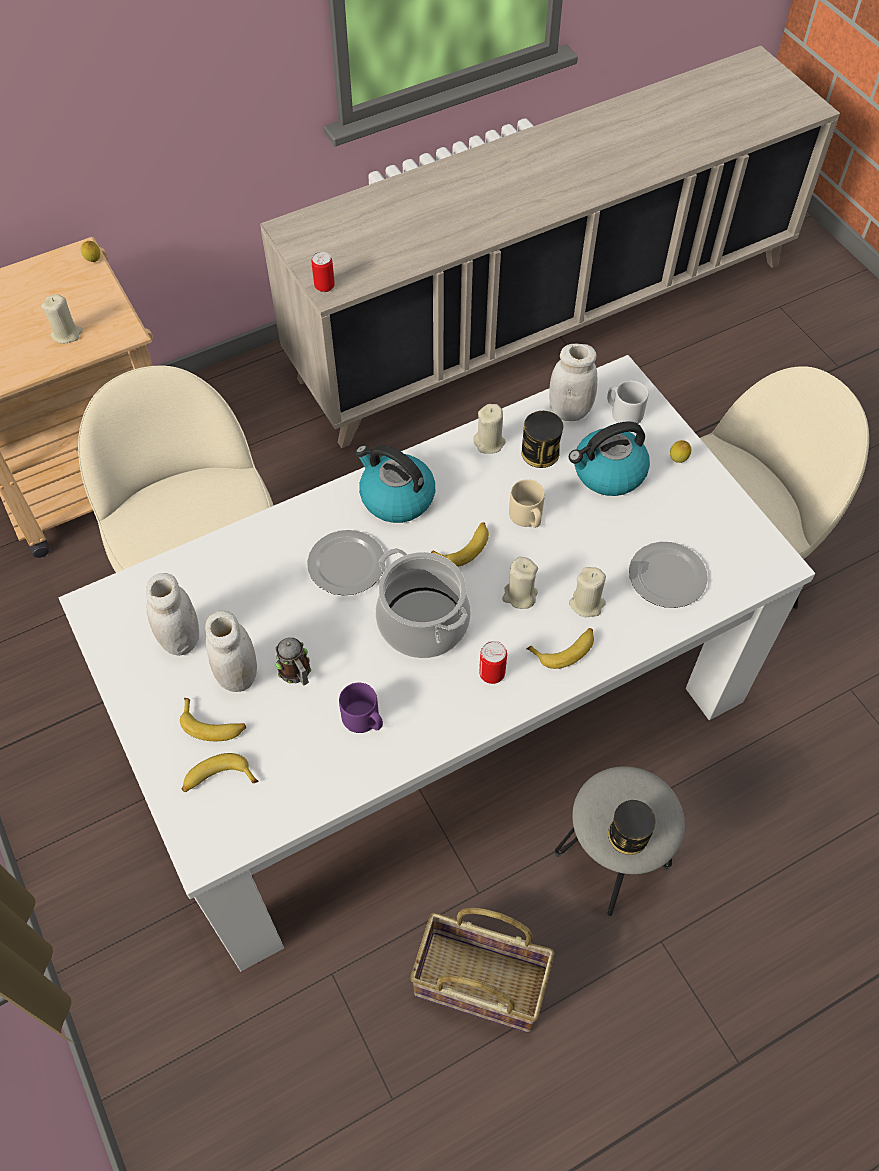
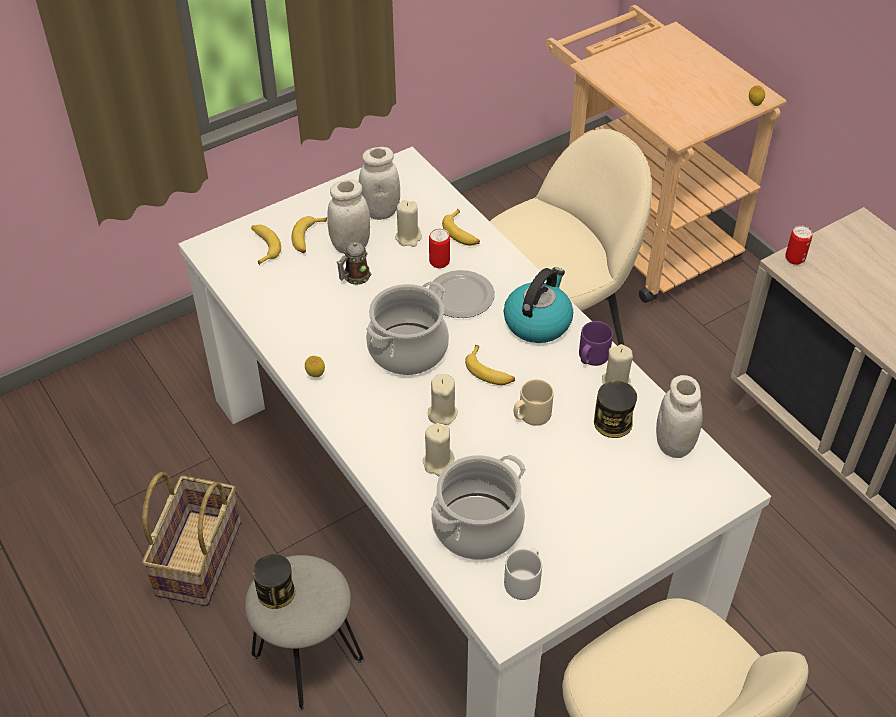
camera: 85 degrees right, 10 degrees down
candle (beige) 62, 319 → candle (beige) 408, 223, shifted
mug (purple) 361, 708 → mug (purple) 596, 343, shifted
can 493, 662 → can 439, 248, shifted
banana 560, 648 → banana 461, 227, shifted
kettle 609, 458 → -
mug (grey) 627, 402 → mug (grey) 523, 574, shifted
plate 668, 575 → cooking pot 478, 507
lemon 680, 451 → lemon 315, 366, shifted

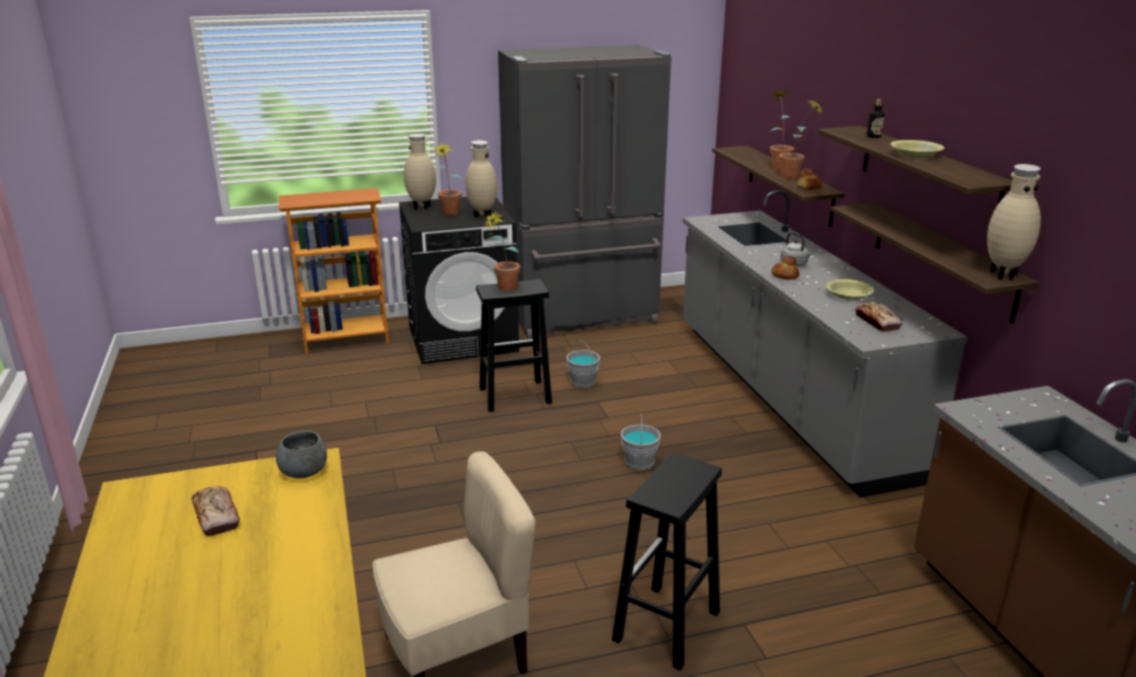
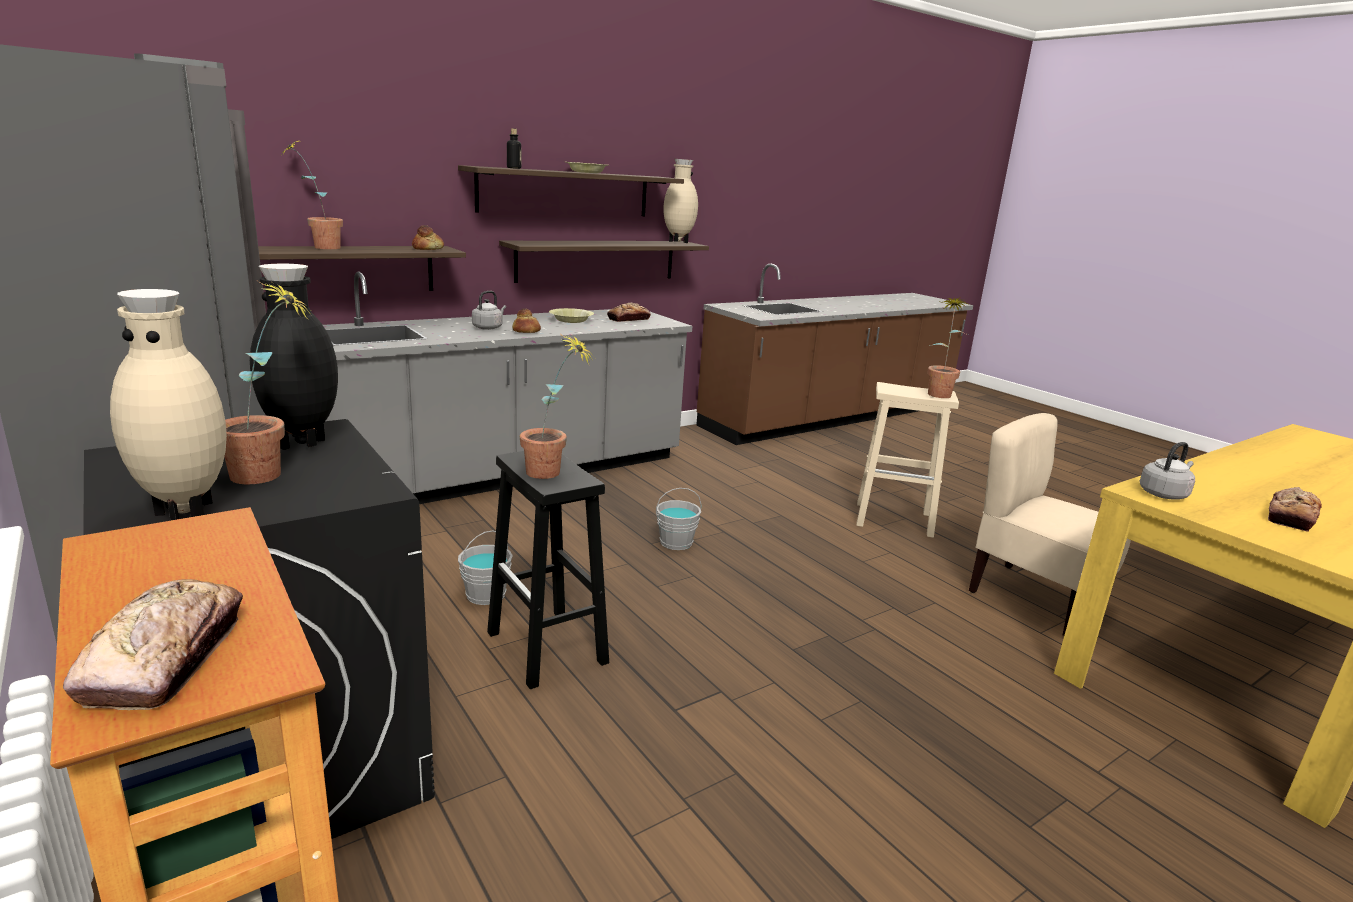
camera: 110 degrees left, 5 degrees down
bowl (grey) 301, 454 → kettle (grey) 1167, 471
vase (beige) 481, 179 → vase (black) 294, 357
stool (black) 667, 561 → stool (beige) 908, 460
potted plant 801, 139 → potted plant 948, 348, shifted
- → bread 153, 644

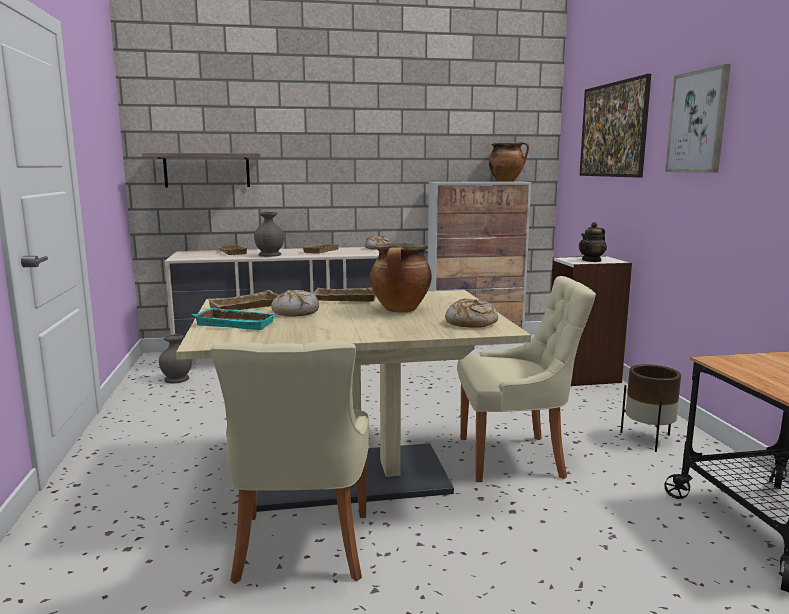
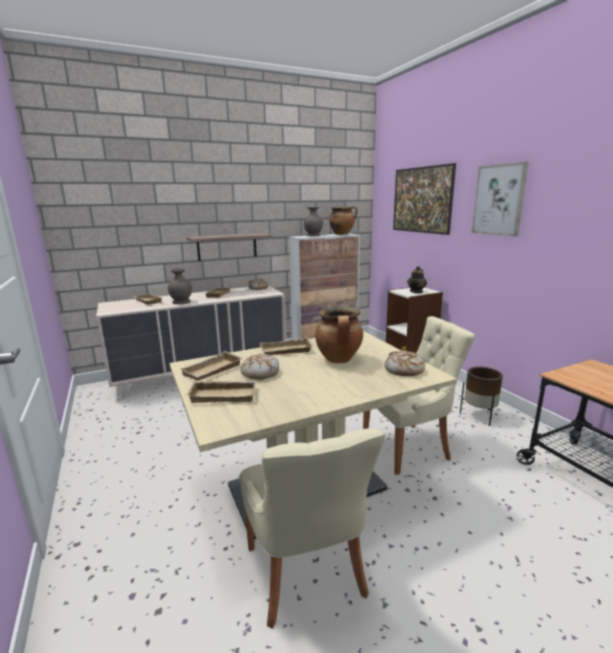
camera: 15 degrees left, 5 degrees up
shelf 201, 170 → shelf 230, 247, shifted
vase (grey) 175, 358 → vase (grey) 313, 221, shifted
tray (turquoise) 234, 319 → tray (beige) 221, 392

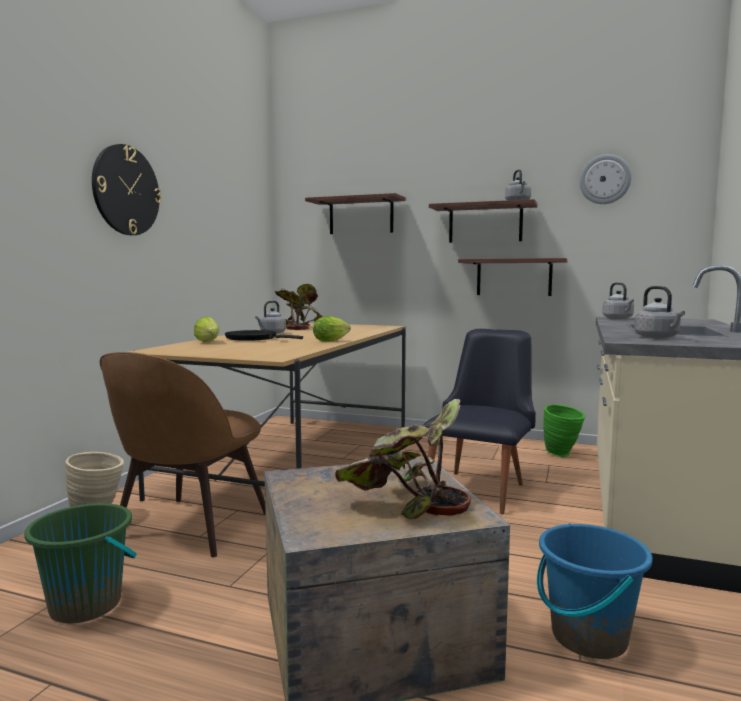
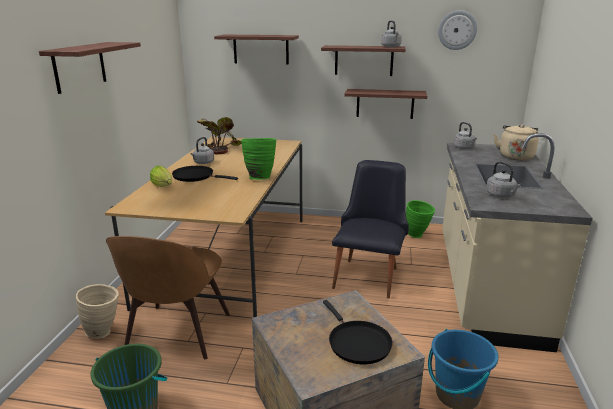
camera: 10 degrees left, 15 degrees up
wall clock 127, 189 → shelf 90, 68
lettuce 332, 329 → vase (green) 258, 159
potted plant 403, 459 → frying pan (black) 358, 332
- → kettle (beige) 516, 142

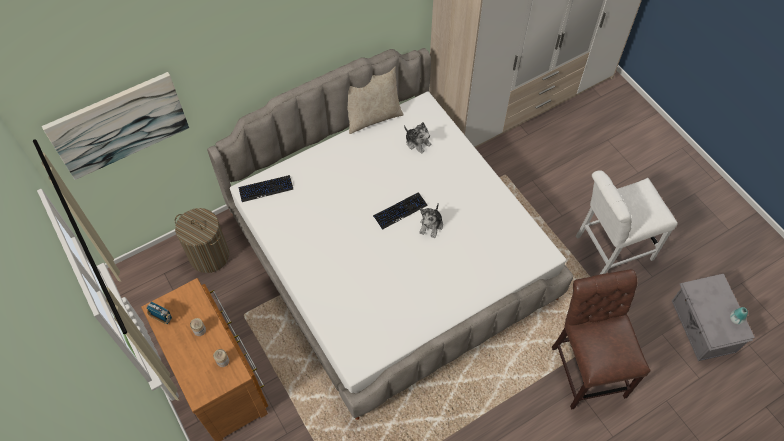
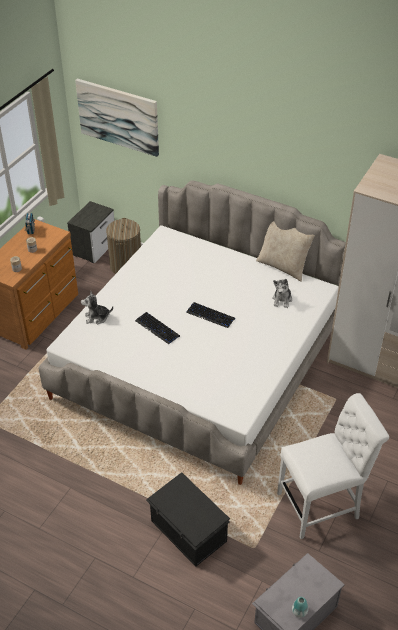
camera: 60 degrees right, 15 degrees down
keyboard 266, 188 → keyboard 157, 328, shifted
plush toy 431, 221 → plush toy 97, 308, shifted
chair (brown) 601, 339 → storage box (black) 188, 519
chair (white) 627, 222 → chair (white) 333, 466, 120 degrees clockwise
- → nightstand 90, 232

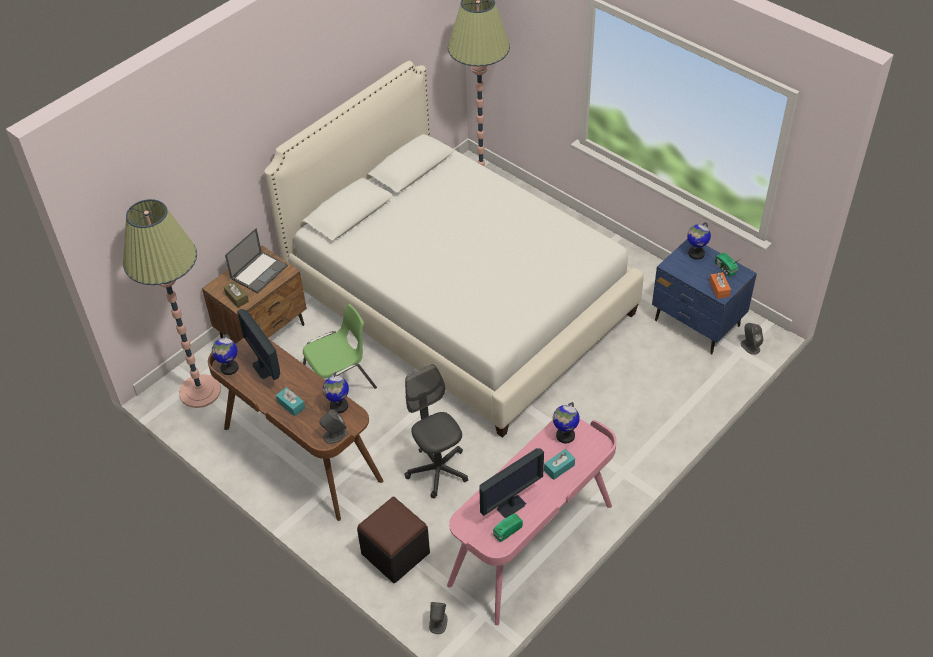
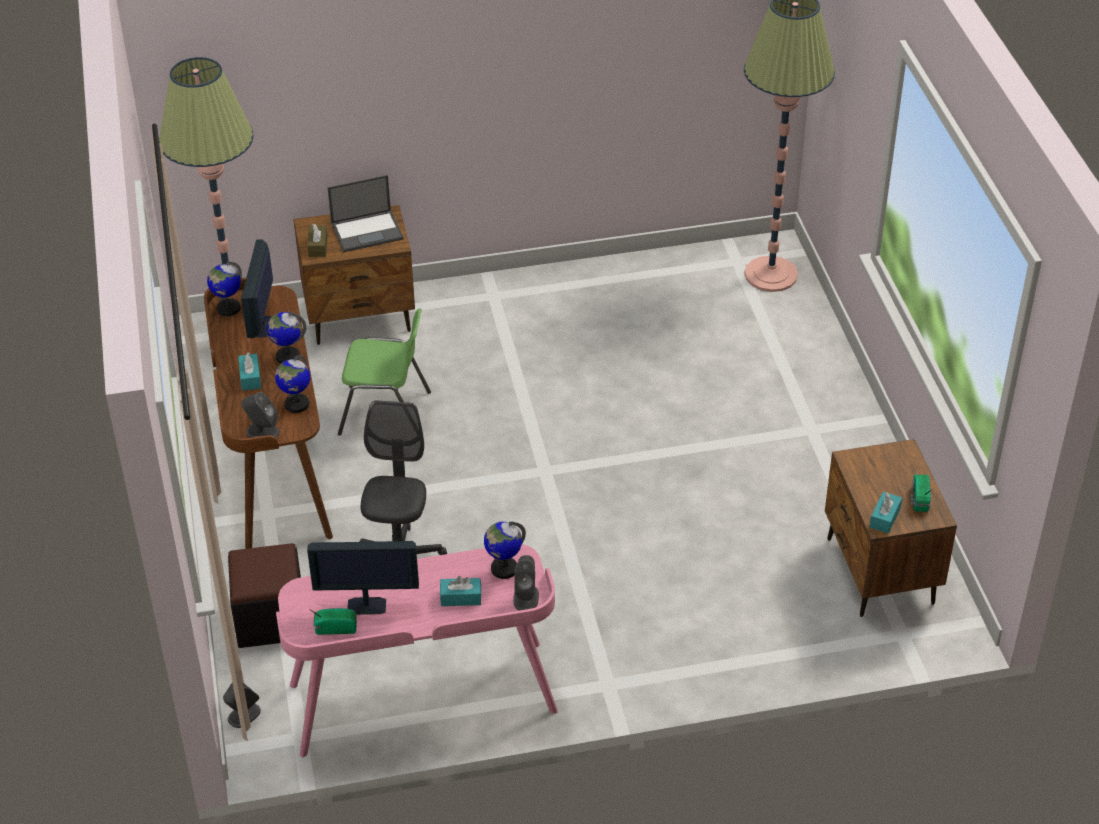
camera: 35 degrees right, 5 degrees down
bed (white) 454, 249 → -
nightstand (blue) 704, 296 → nightstand (brown) 891, 528
globe 699, 241 → globe 287, 338, shifted
tissue box (orange) 720, 285 → tissue box (turquoise) 886, 512
speaker (grey) 752, 339 → speaker (grey) 526, 582, shifted

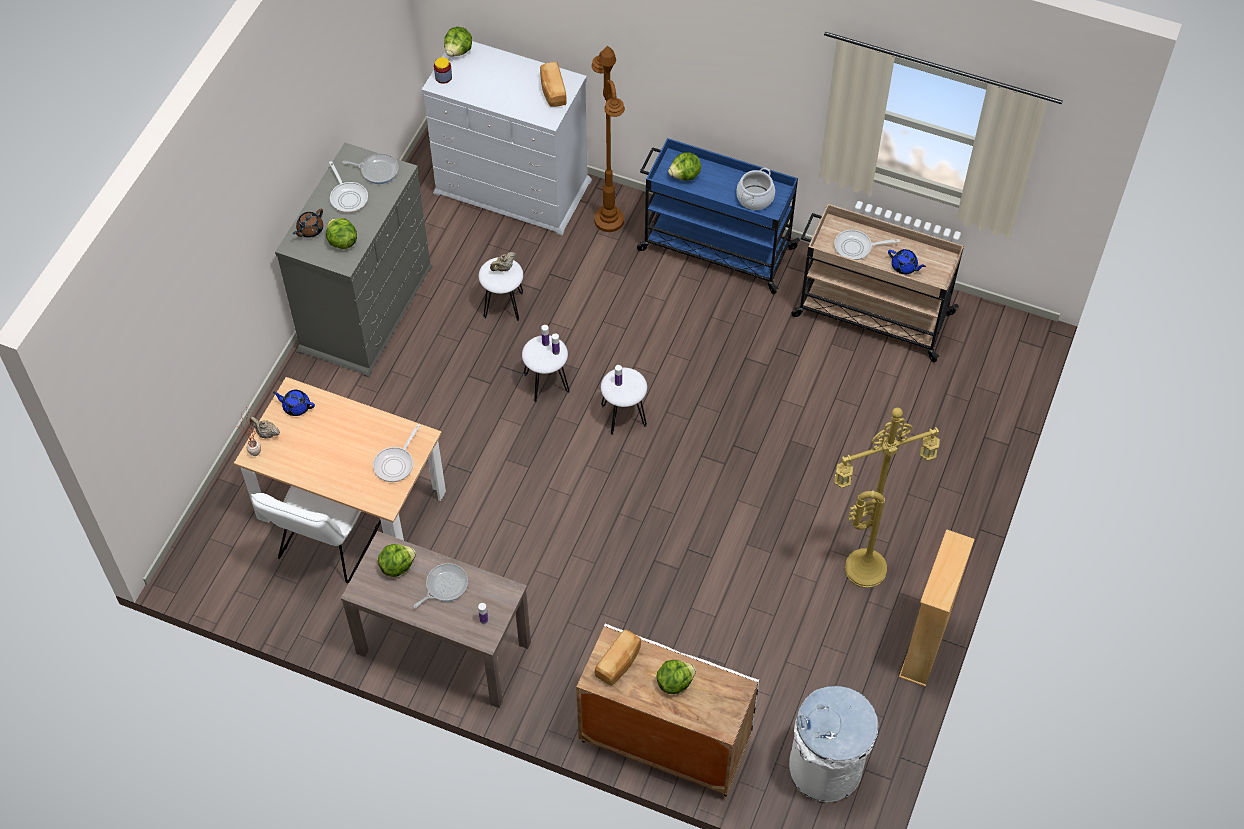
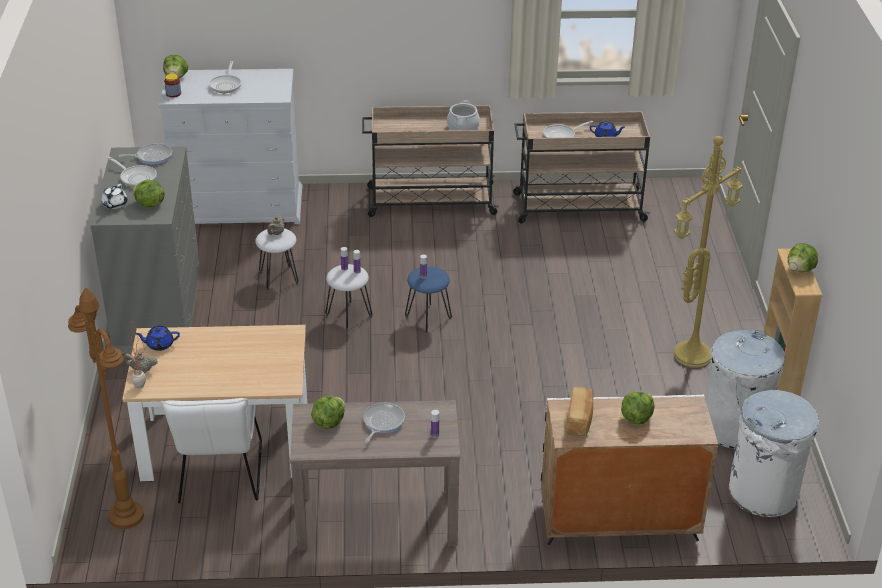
camera: 25 degrees left, 20 degrees down
teapot (brown) 308, 223 → teapot (white) 114, 196
frying pan 396, 453 → frying pan 225, 77, shifted
bread 553, 84 → -
floor lamp (brown) 608, 139 → floor lamp (brown) 106, 408, shifted
stool (white) 624, 401 → stool (blue) 428, 299
cart (blue) 718, 216 → cart (beige) 430, 161
lettuce 684, 166 → lettuce 803, 257, shifted
- → trash can (white) 745, 389

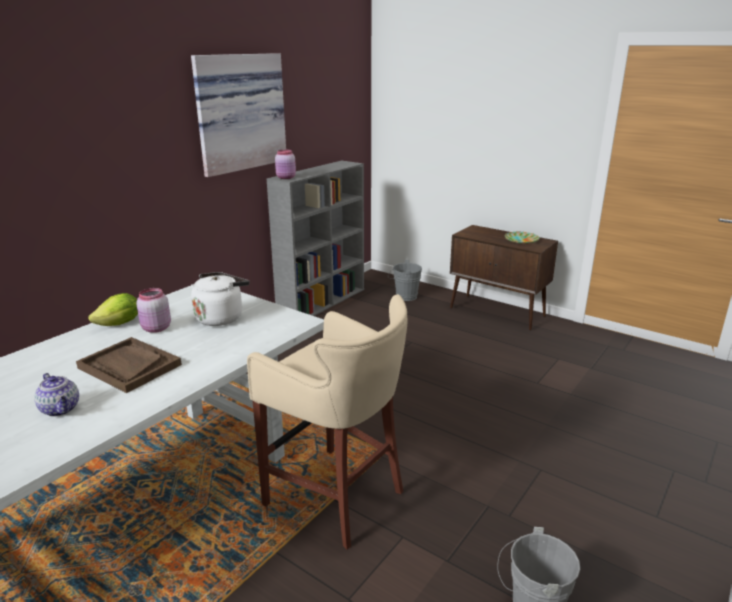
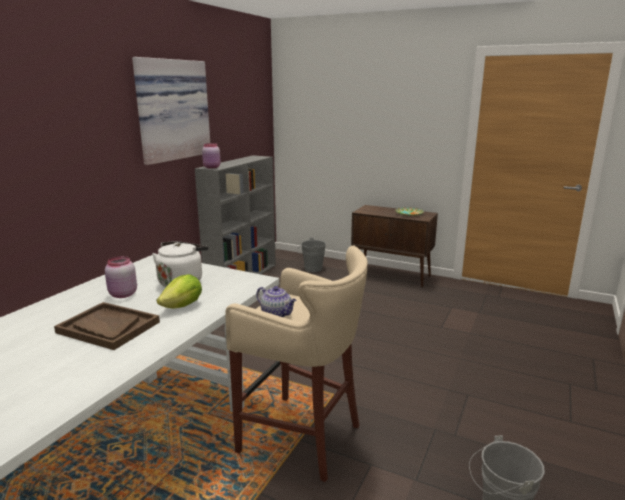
camera: 10 degrees left, 5 degrees down
teapot 56, 395 → teapot 276, 301, shifted
lettuce 113, 309 → lettuce 179, 291, shifted

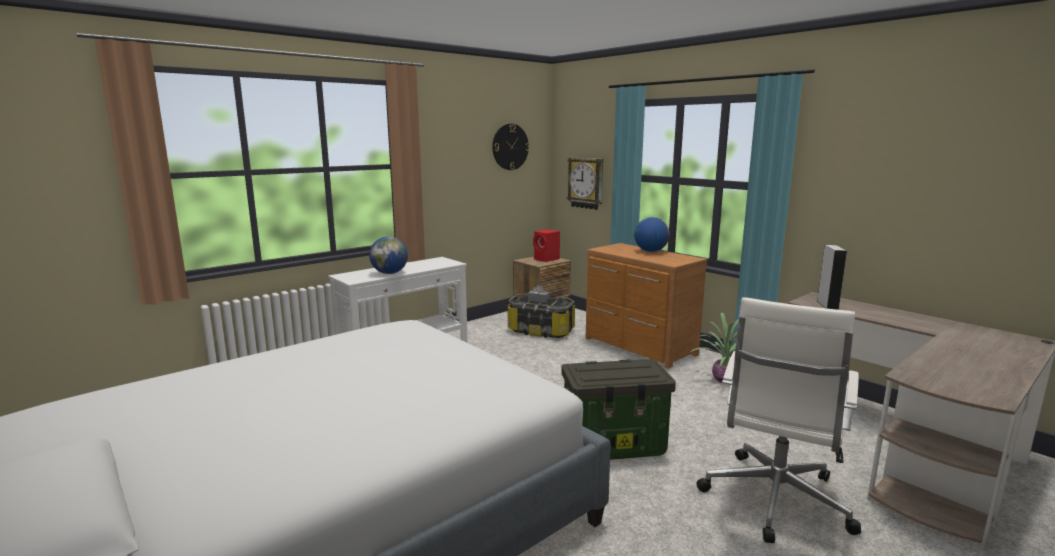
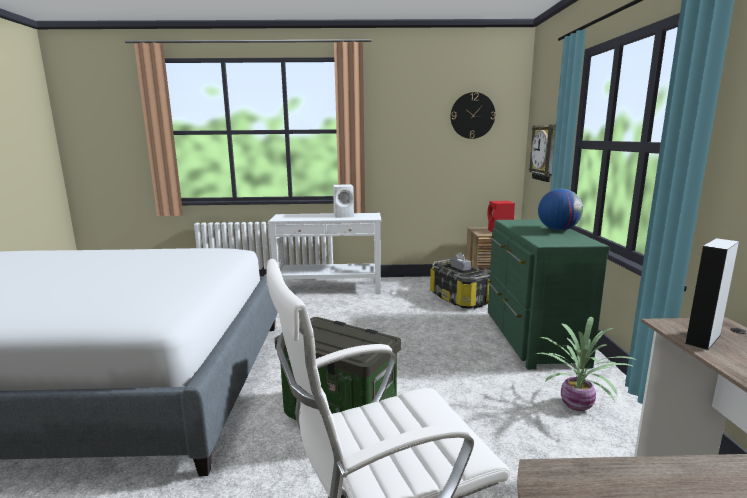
camera: 40 degrees right, 0 degrees up
globe 388, 255 → -
dresser (brown) 646, 306 → dresser (green) 548, 294
- → speaker (white) 343, 201

